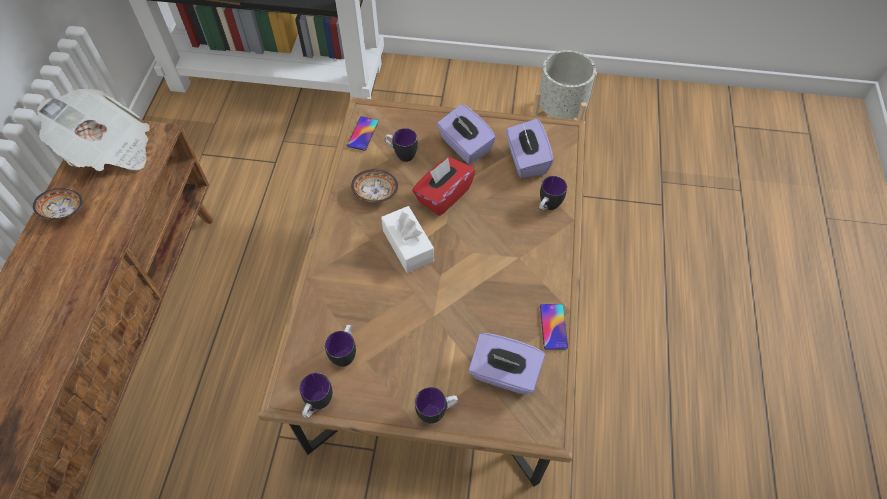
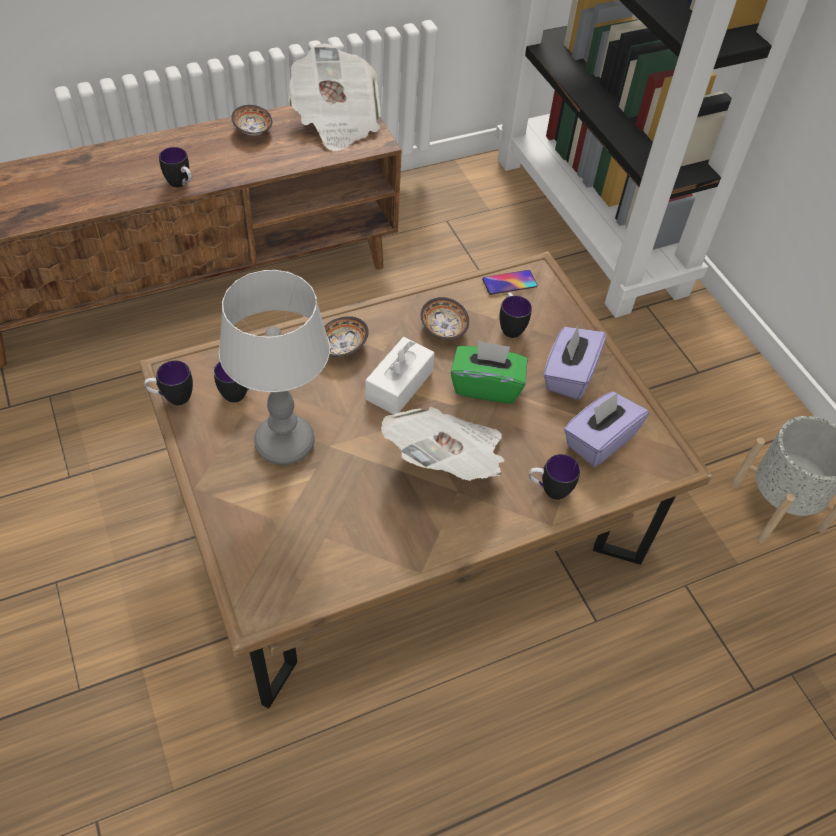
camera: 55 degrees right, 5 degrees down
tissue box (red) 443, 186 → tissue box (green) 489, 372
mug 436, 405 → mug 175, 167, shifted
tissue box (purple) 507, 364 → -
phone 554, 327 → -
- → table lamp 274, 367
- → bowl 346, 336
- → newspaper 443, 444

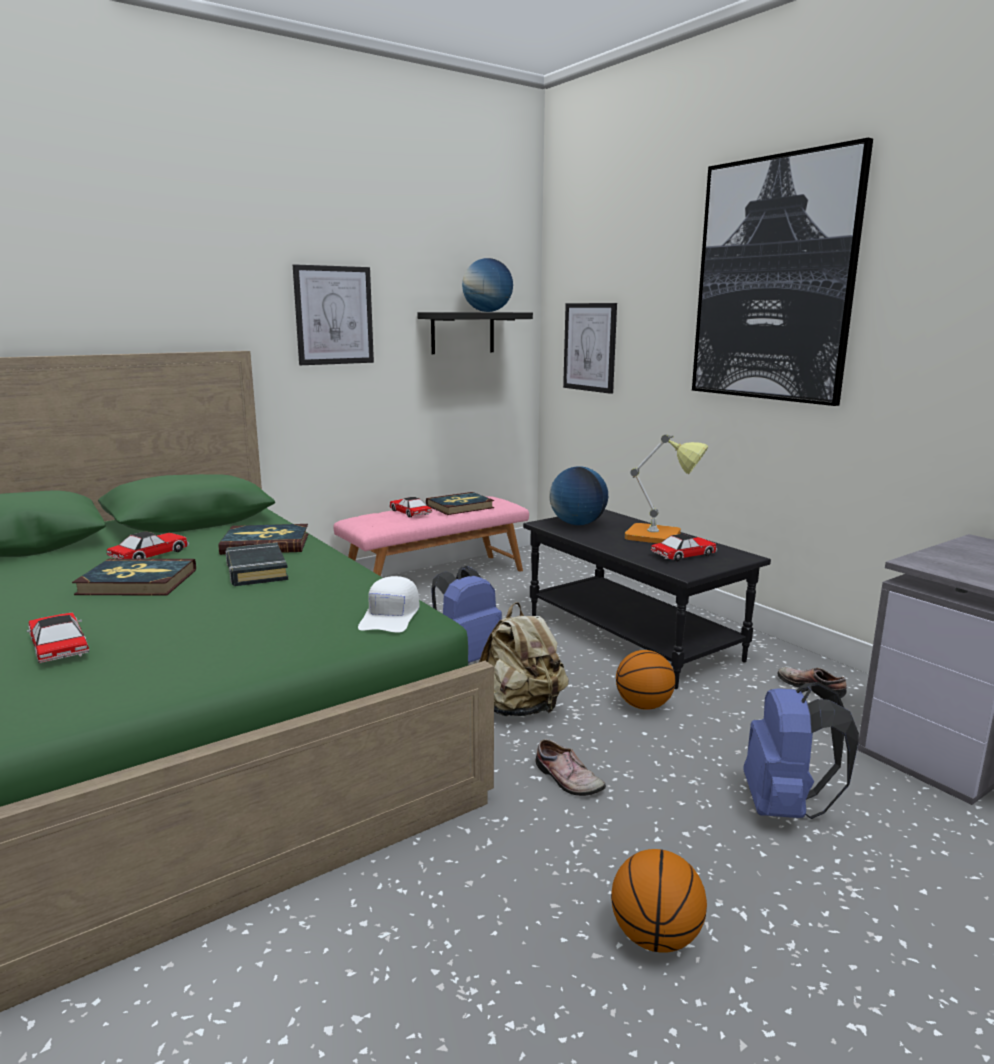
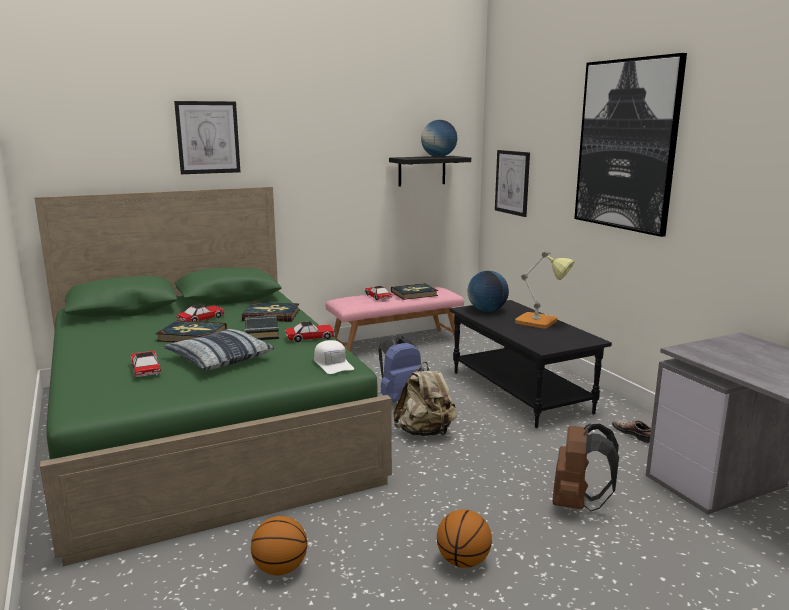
camera: 10 degrees right, 0 degrees up
picture 333, 314 → picture 207, 137, shifted
cap (white) 389, 604 → cap (white) 334, 357, 45 degrees counterclockwise
shoe 571, 767 → -
basketball 645, 680 → basketball 279, 545, shifted
toy car 684, 547 → toy car 310, 331, shifted
backpack (blue) 801, 750 → backpack (brown) 586, 467
- → pillow 218, 349

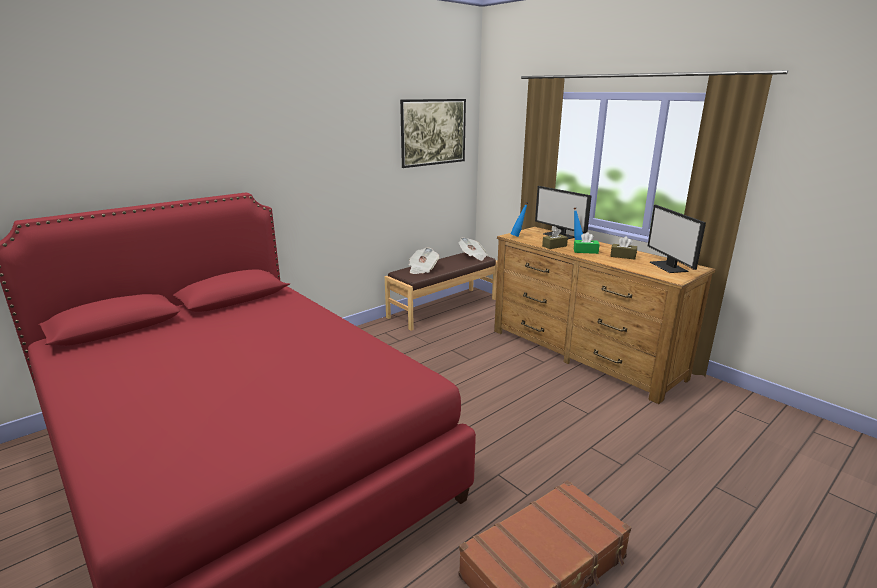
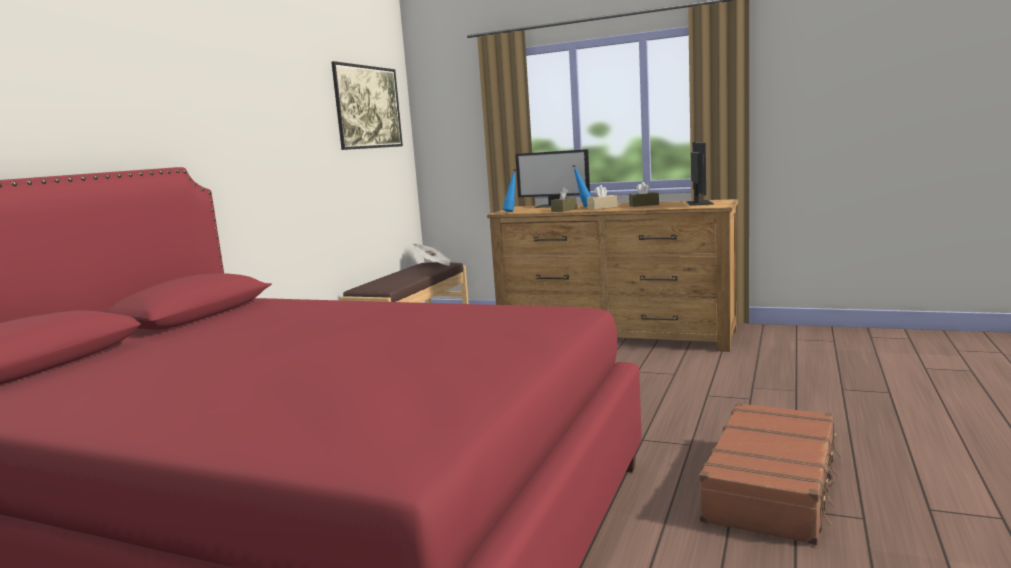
camera: 25 degrees left, 10 degrees down
newspaper 424, 261 → -
tissue box (green) 587, 243 → tissue box (beige) 602, 197
monitor 677, 239 → monitor 700, 174, 135 degrees counterclockwise

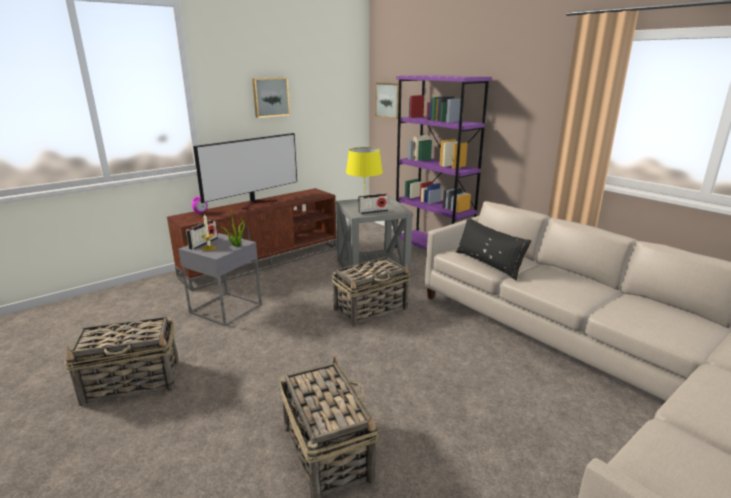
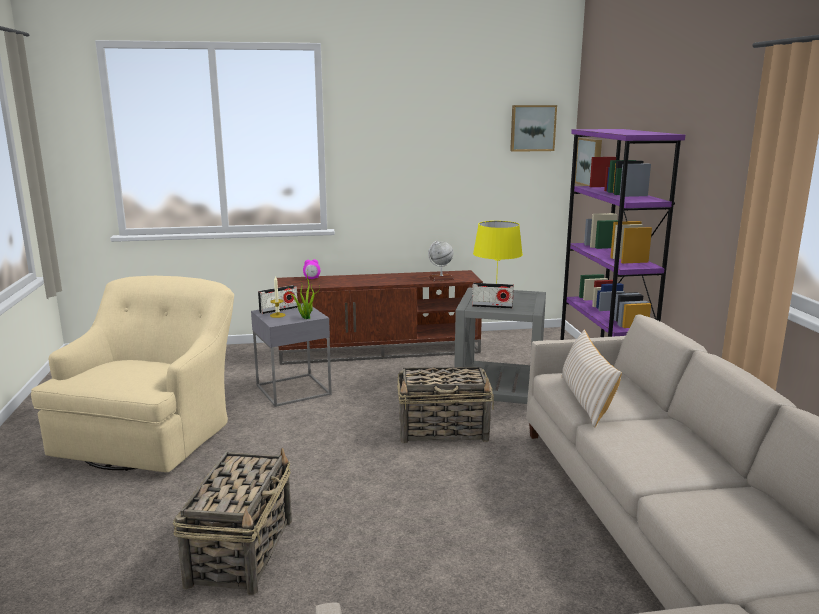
camera: 30 degrees right, 5 degrees down
basket 121, 361 → armchair (beige) 132, 374
television 245, 171 → -
picture 271, 98 → picture 533, 128, shifted
pillow (black) 494, 249 → pillow (beige) 591, 378
- → globe 441, 261

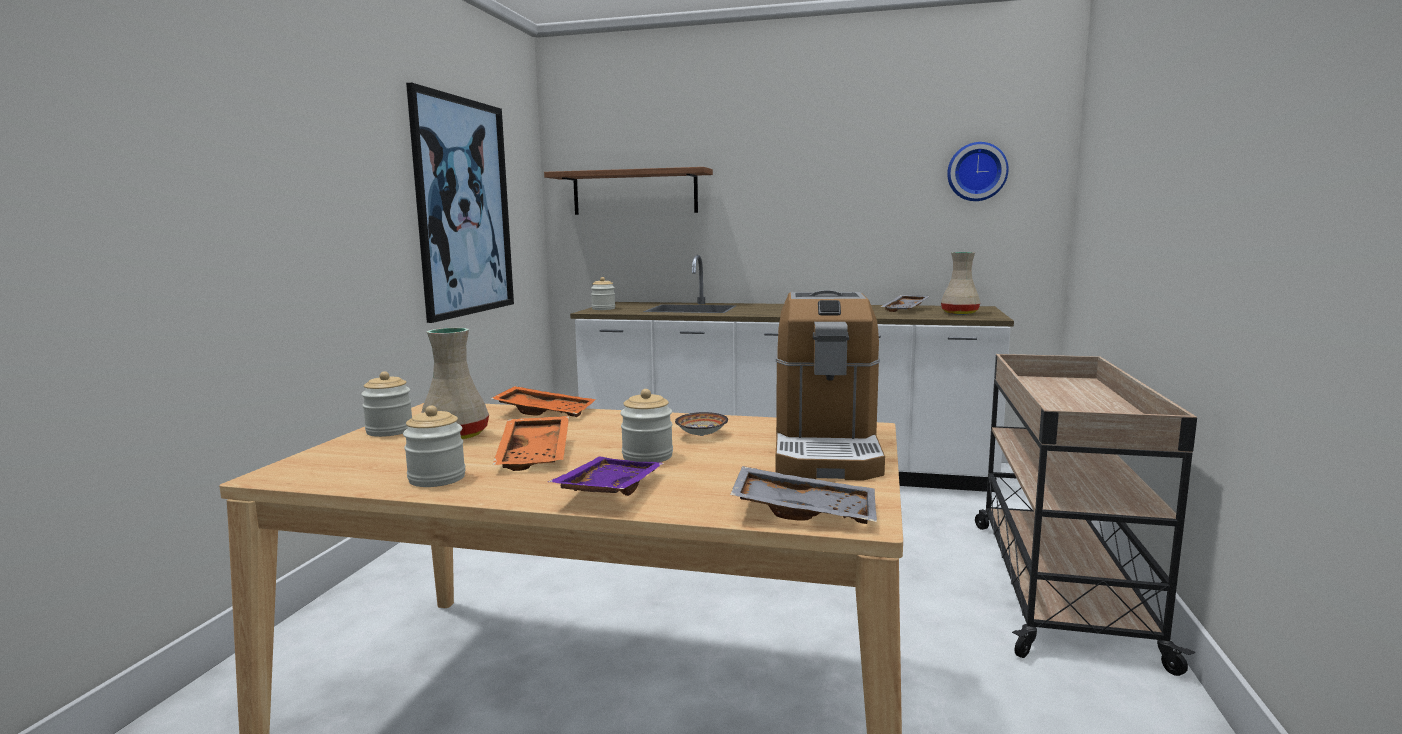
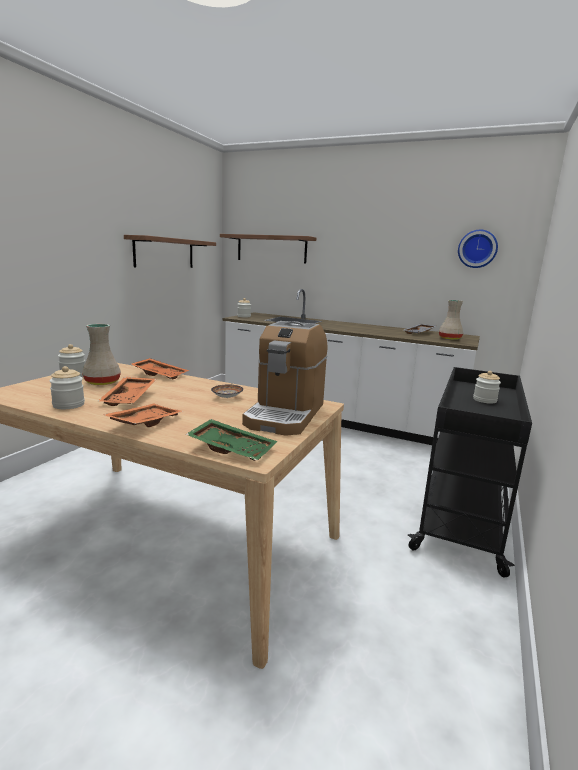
camera: 10 degrees right, 5 degrees up
picture 460, 203 → shelf 170, 251
tray (purple) 606, 476 → tray (orange) 143, 415
jar 646, 425 → jar 487, 387, shifted
tray (grey) 803, 495 → tray (green) 231, 440
cart (beige) 1086, 515 → cart (black) 470, 472

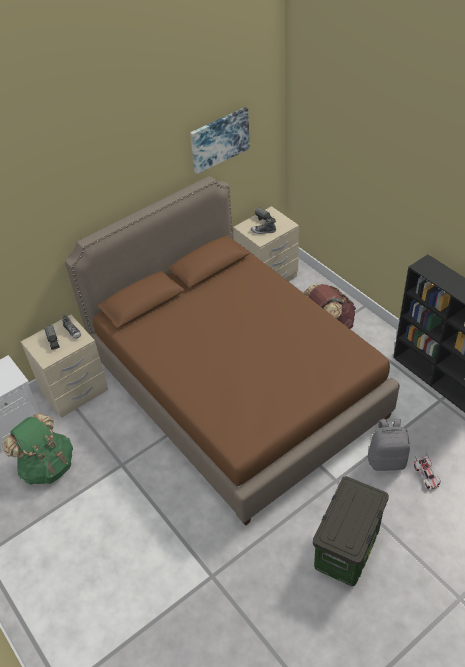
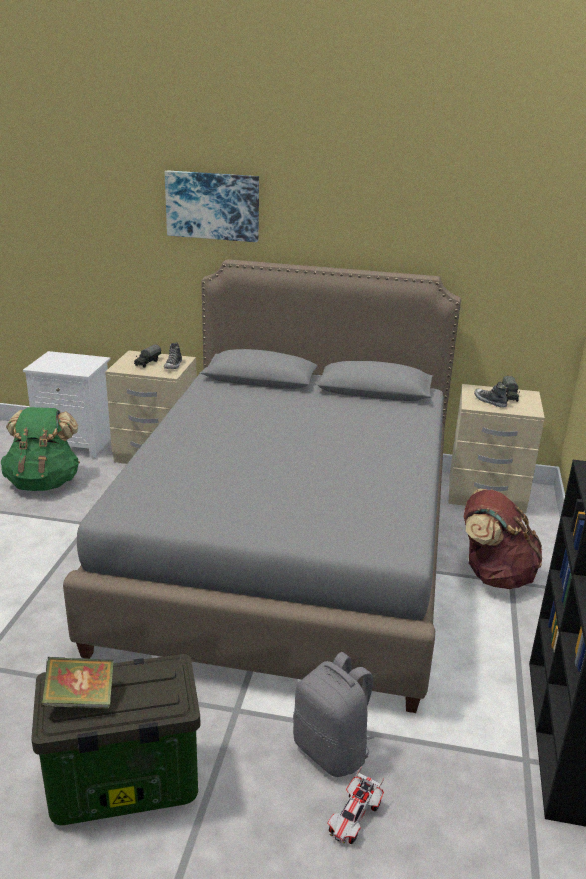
camera: 45 degrees right, 20 degrees down
bed (brown) 232, 351 → bed (grey) 262, 486
picture 220, 140 → picture 212, 206, shifted
- → book 77, 683

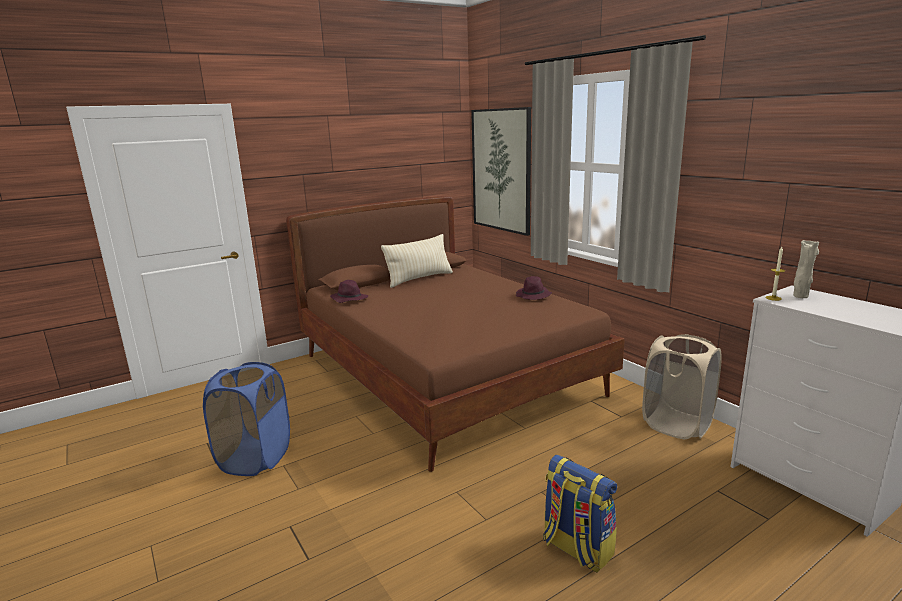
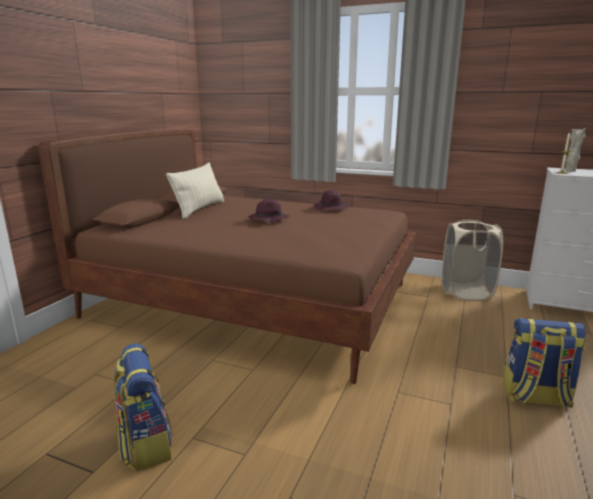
camera: 35 degrees left, 0 degrees up
laundry basket (blue) 246, 419 → backpack 143, 407
hat (purple) 349, 291 → hat (purple) 269, 211, shifted
picture 501, 171 → -

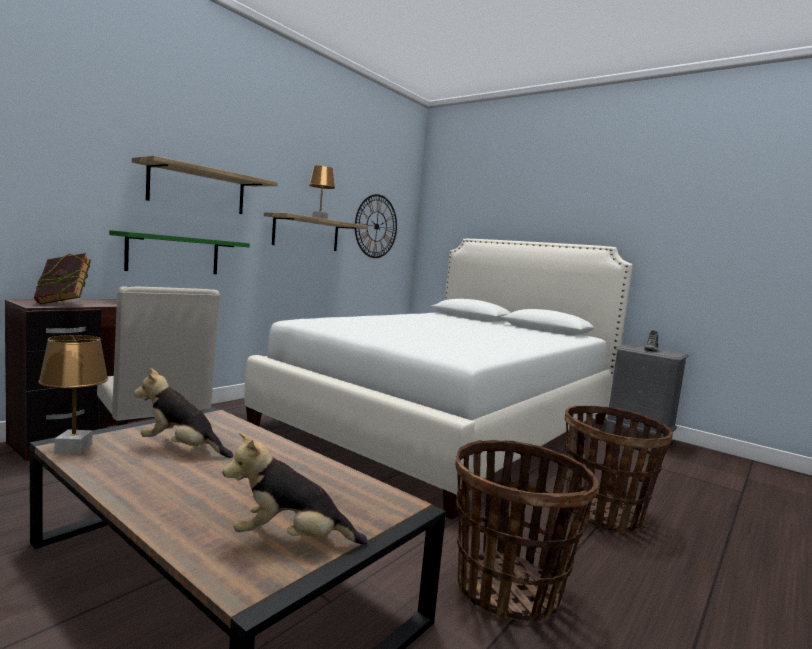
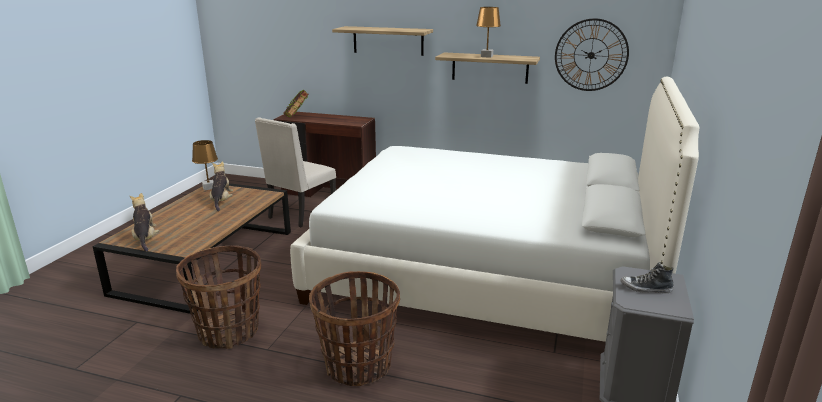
camera: 70 degrees right, 15 degrees up
shelf (green) 179, 252 → -

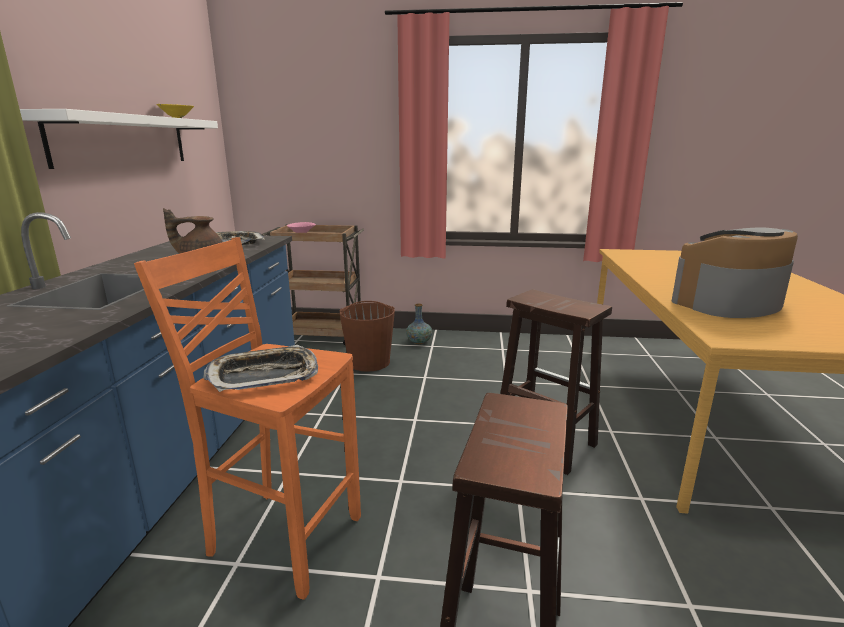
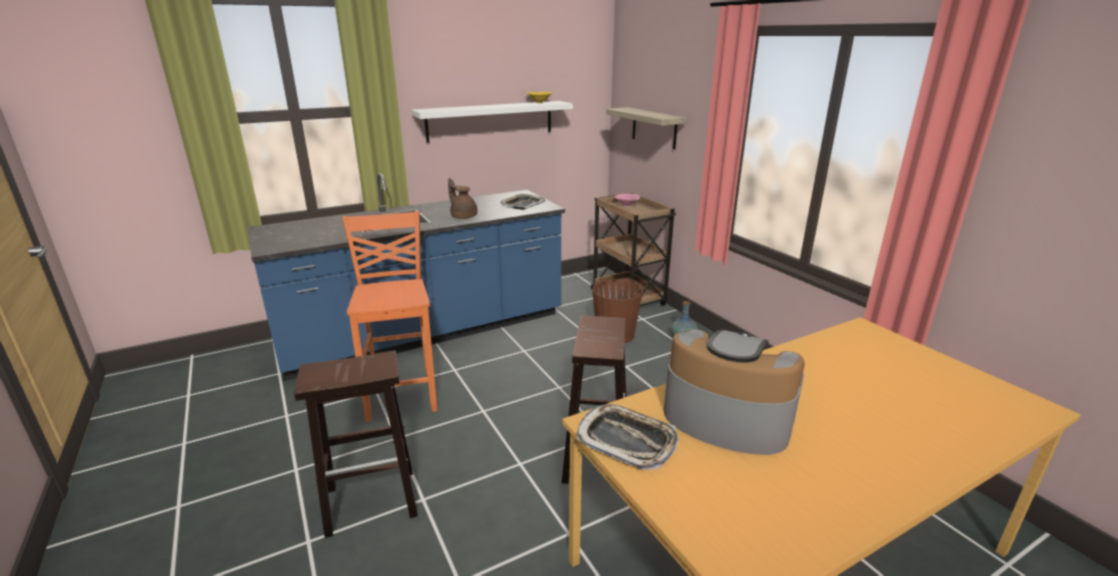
camera: 55 degrees right, 5 degrees up
tray 260, 368 → tray 628, 437, shifted
- → shelf 646, 128

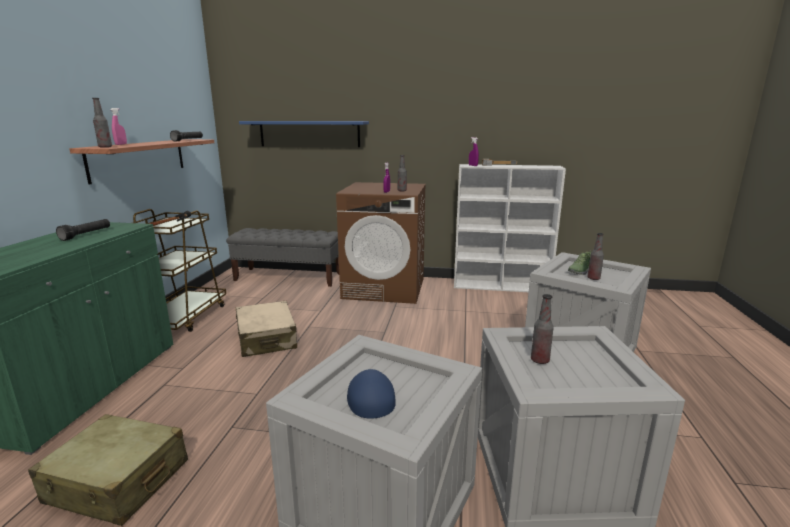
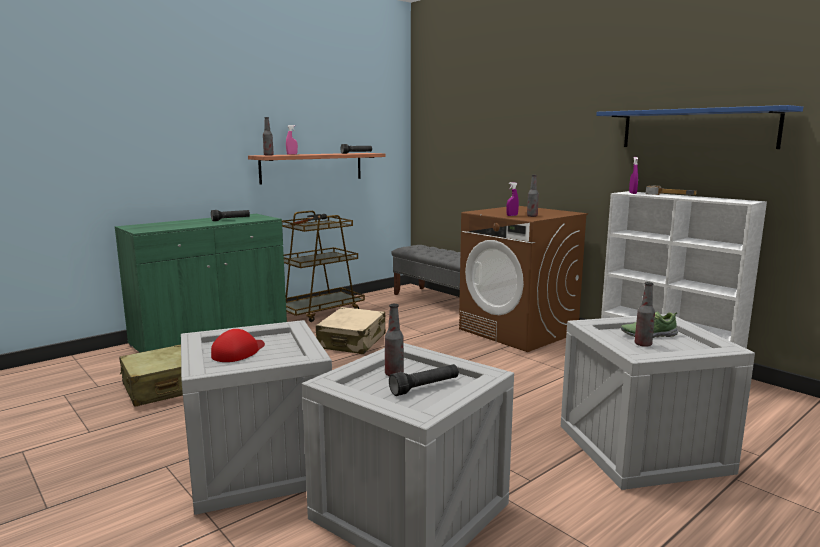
camera: 40 degrees right, 5 degrees down
shelf (blue) 304, 134 → shelf (blue) 699, 127, shifted
cap (blue) 371, 394 → cap (red) 238, 345
- → flashlight (black) 424, 380

